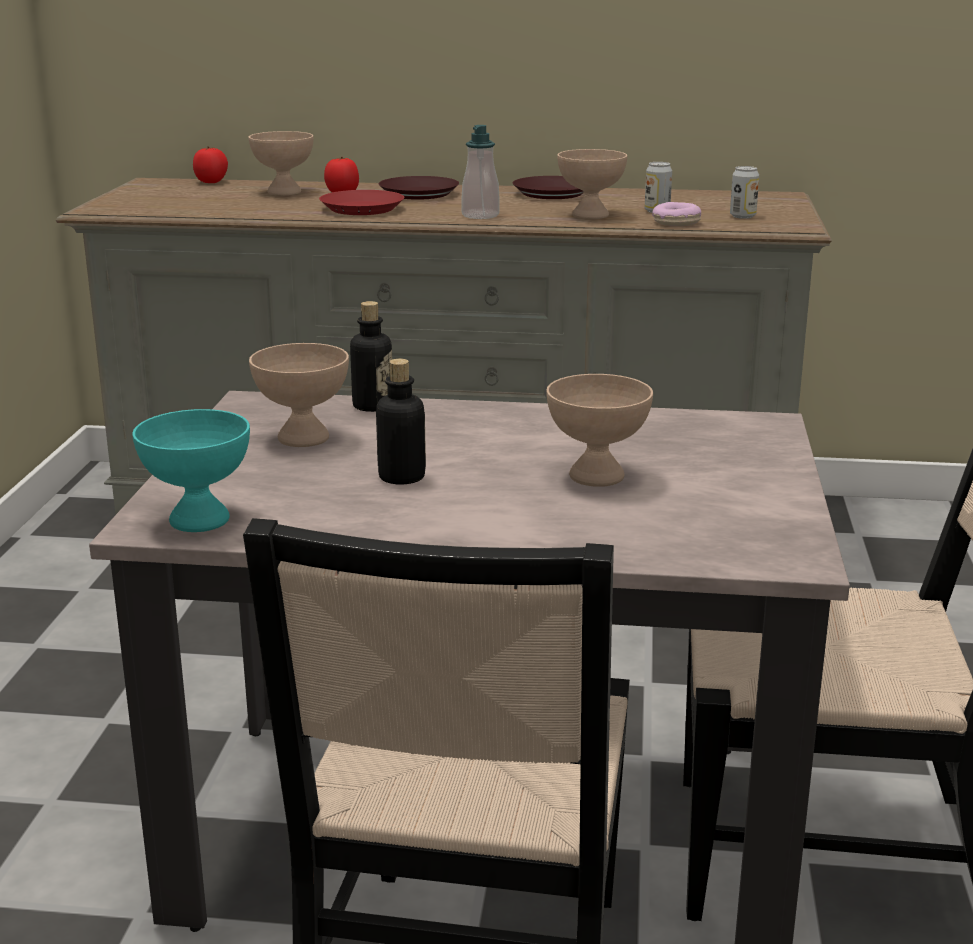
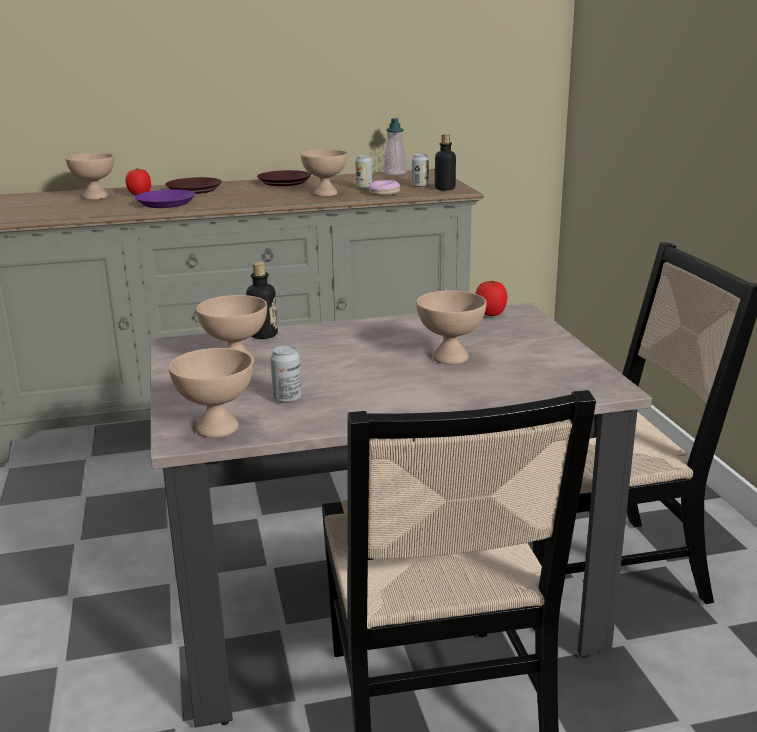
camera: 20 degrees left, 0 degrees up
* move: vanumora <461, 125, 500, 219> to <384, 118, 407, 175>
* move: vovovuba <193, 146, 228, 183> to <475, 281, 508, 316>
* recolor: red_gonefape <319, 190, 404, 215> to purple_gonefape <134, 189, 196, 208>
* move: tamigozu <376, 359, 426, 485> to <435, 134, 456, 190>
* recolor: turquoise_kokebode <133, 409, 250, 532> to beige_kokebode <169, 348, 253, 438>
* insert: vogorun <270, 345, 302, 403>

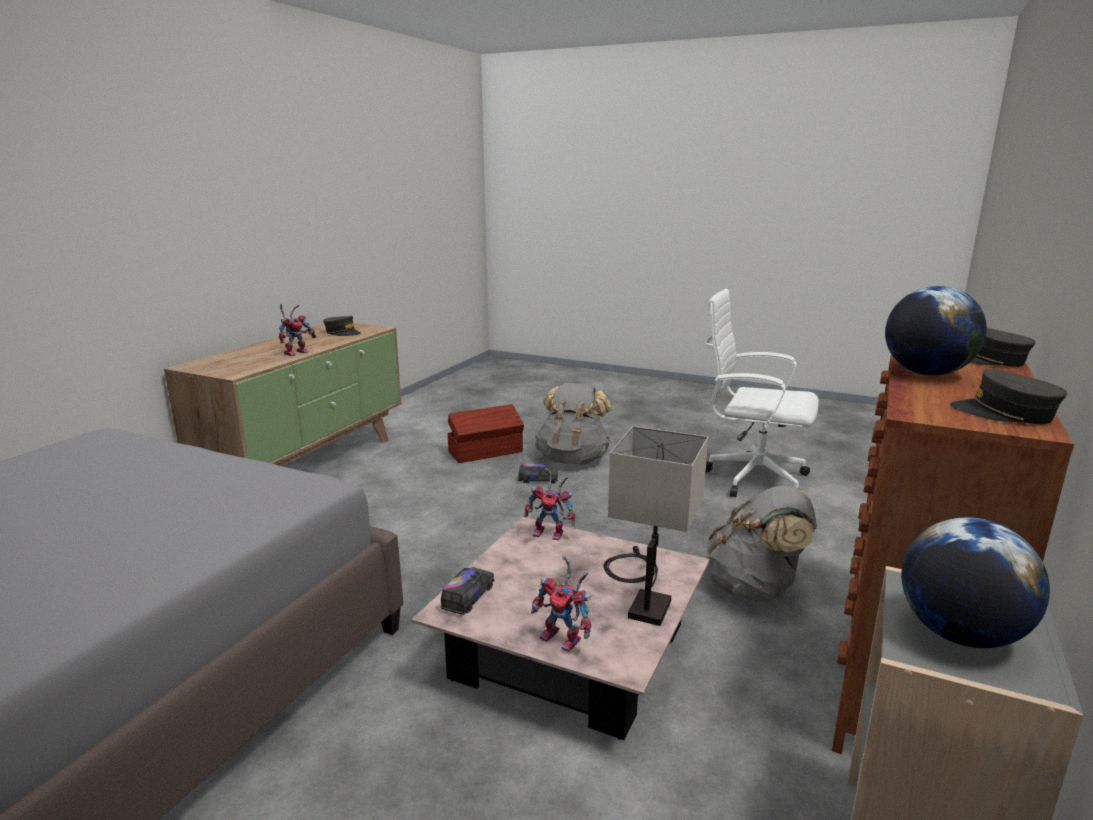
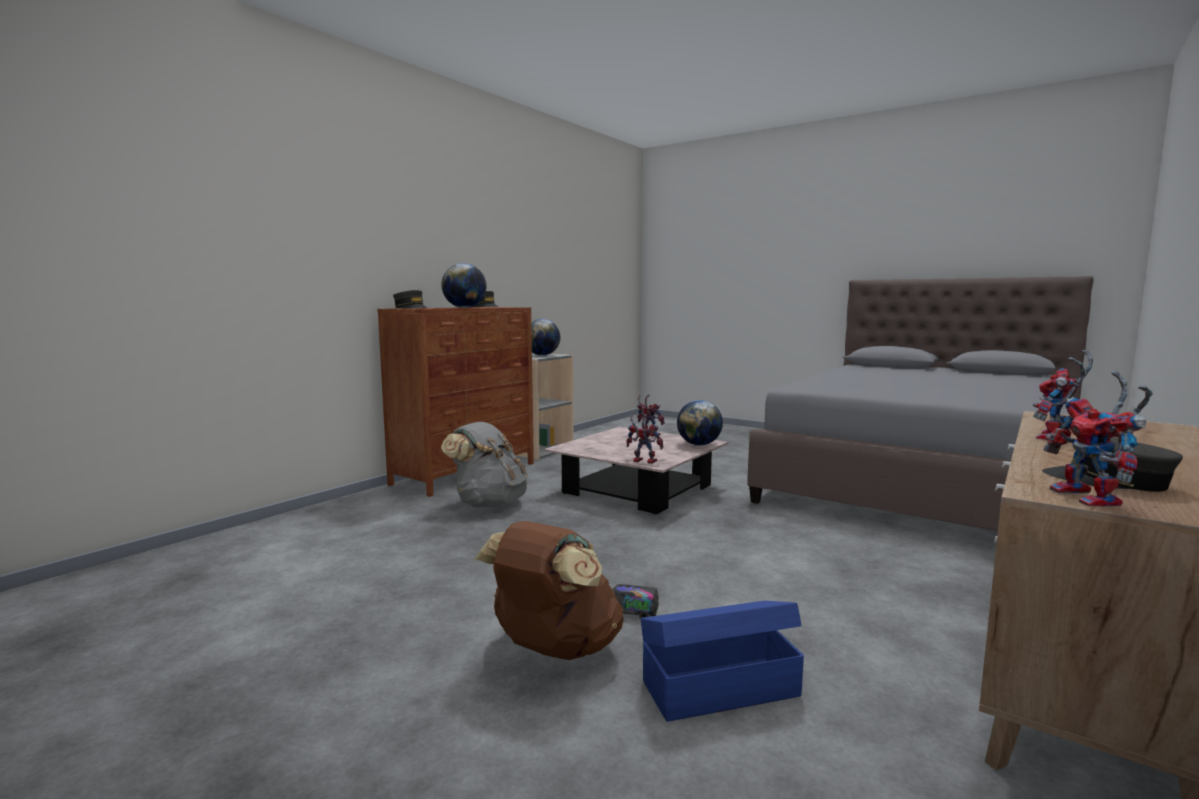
camera: 170 degrees left, 10 degrees down
* delete: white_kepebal <705, 289, 819, 497>
* recolor: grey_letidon <535, 383, 612, 465> to brown_letidon <475, 521, 624, 660>
* recolor: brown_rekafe <448, 404, 524, 463> to blue_rekafe <641, 601, 804, 722>
* delete: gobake <603, 426, 708, 626>
* replace: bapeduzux <441, 567, 495, 615> to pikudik <677, 400, 723, 445>
* insert: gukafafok <1044, 371, 1153, 507>

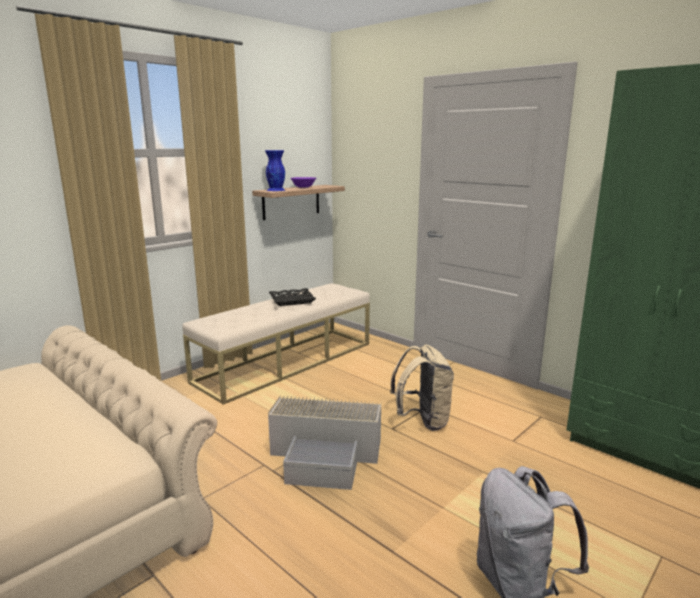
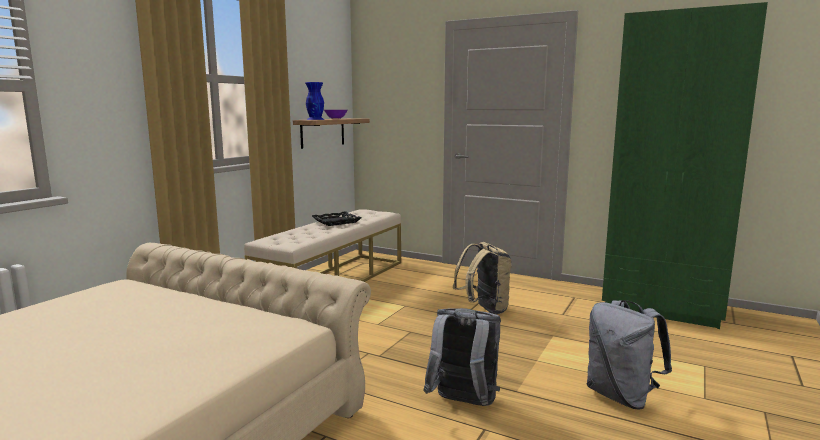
camera: 15 degrees left, 5 degrees down
* delete: grey_rekafe <268, 395, 381, 490>
* insert: grey_letidon <423, 308, 501, 406>

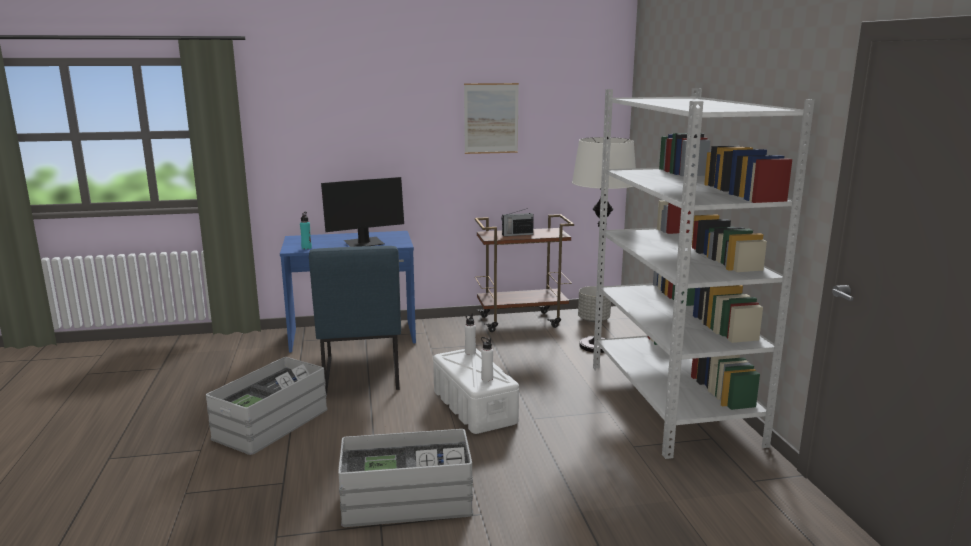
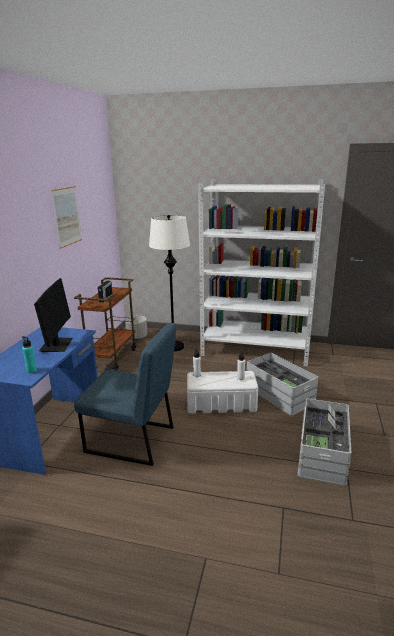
camera: 65 degrees left, 5 degrees up
* move: grey_rekafe <206, 357, 328, 455> to <246, 353, 318, 416>

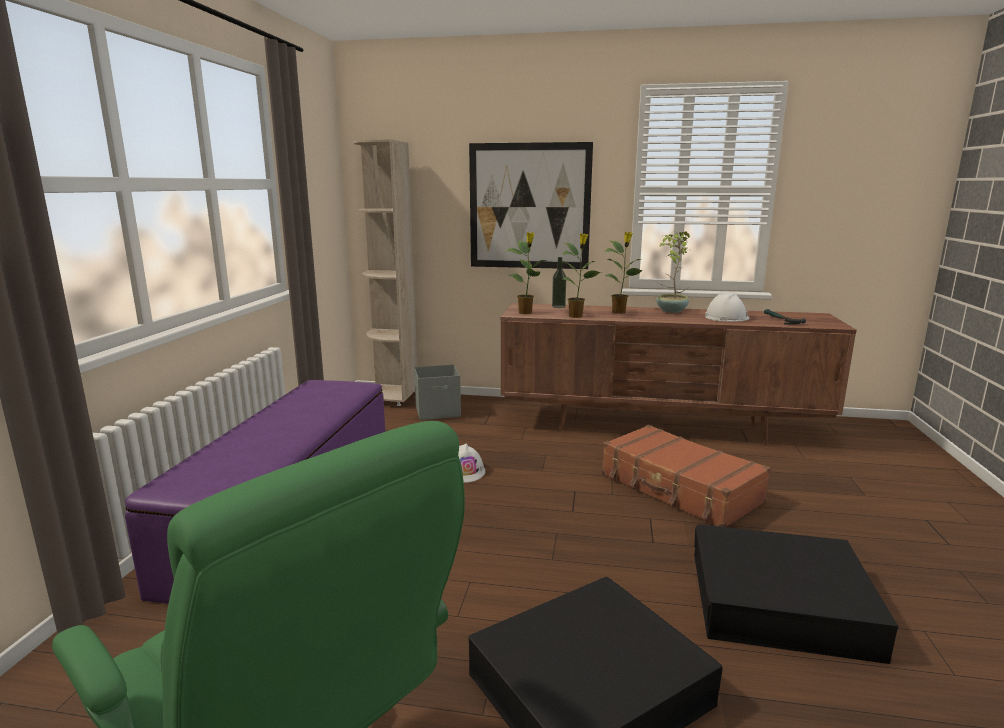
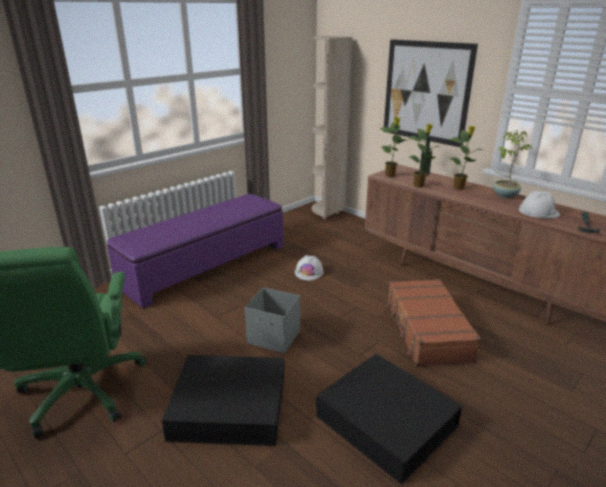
camera: 35 degrees right, 10 degrees up
* move: grey_rekafe <414, 364, 461, 420> to <245, 287, 300, 354>

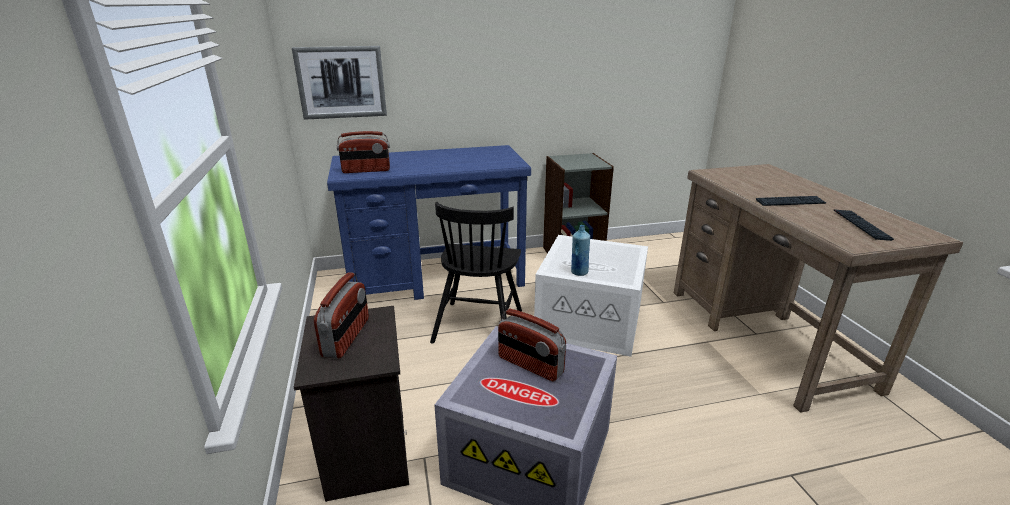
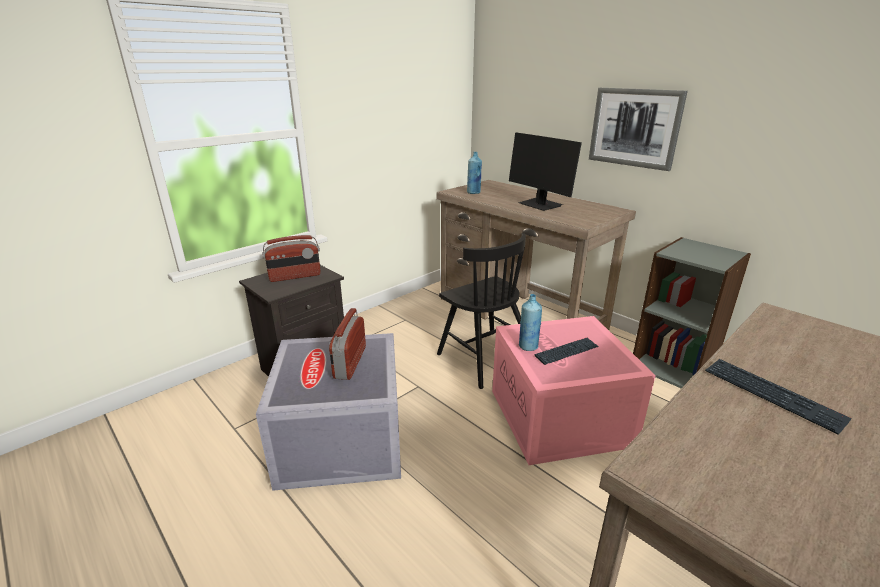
camera: 60 degrees right, 0 degrees up
* move: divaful <292, 46, 387, 120> to <589, 88, 688, 171>
* replace: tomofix <337, 131, 390, 173> to blue_tamigozu <467, 152, 482, 194>
* recolor: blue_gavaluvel <327, 145, 531, 300> to brown_gavaluvel <437, 180, 636, 330>
* rotate: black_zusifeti <430, 202, 522, 344> = <437, 233, 526, 389> 105 degrees counterclockwise
* move: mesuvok <834, 209, 894, 241> to <535, 338, 599, 365>
* recolor: white_rekafe <534, 235, 648, 357> to pink_rekafe <492, 316, 656, 465>
* insert: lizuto <509, 132, 582, 211>

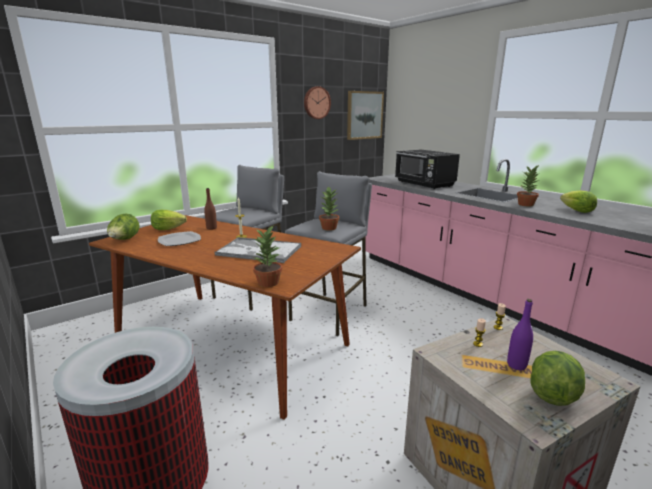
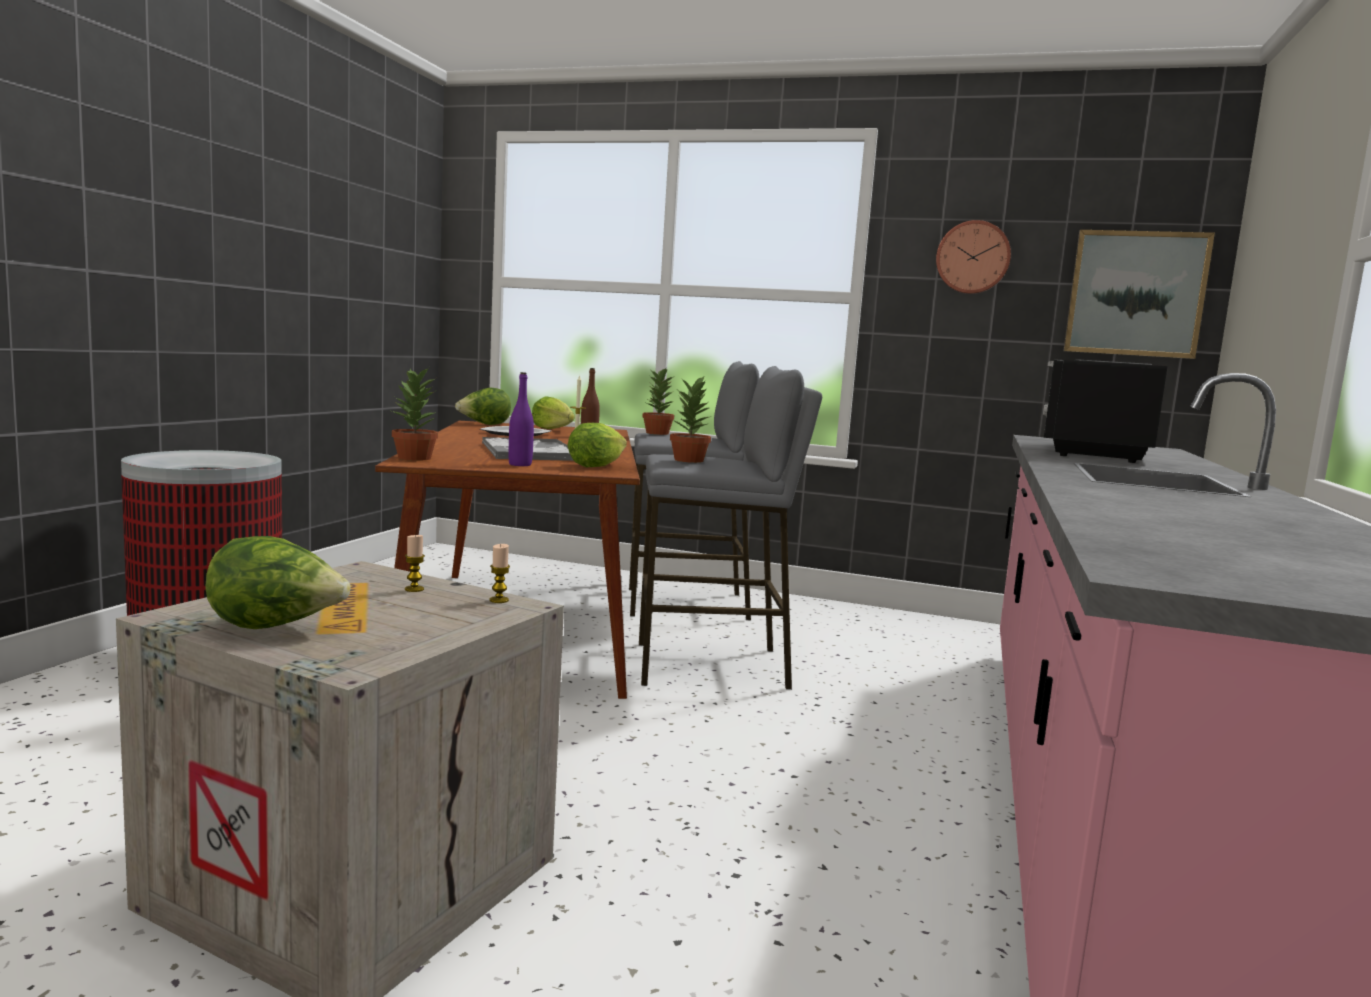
camera: 55 degrees right, 10 degrees down
* move: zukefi <517, 165, 539, 207> to <643, 368, 674, 435>
* move: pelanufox <560, 190, 597, 213> to <567, 423, 627, 467>
* move: purple_tamigozu <507, 299, 533, 370> to <509, 372, 534, 466>

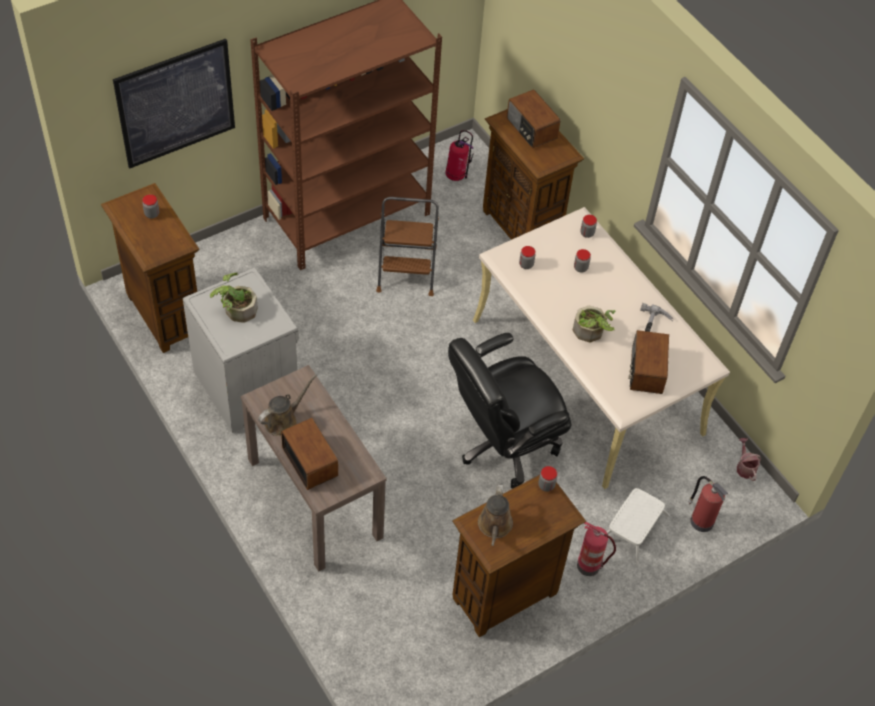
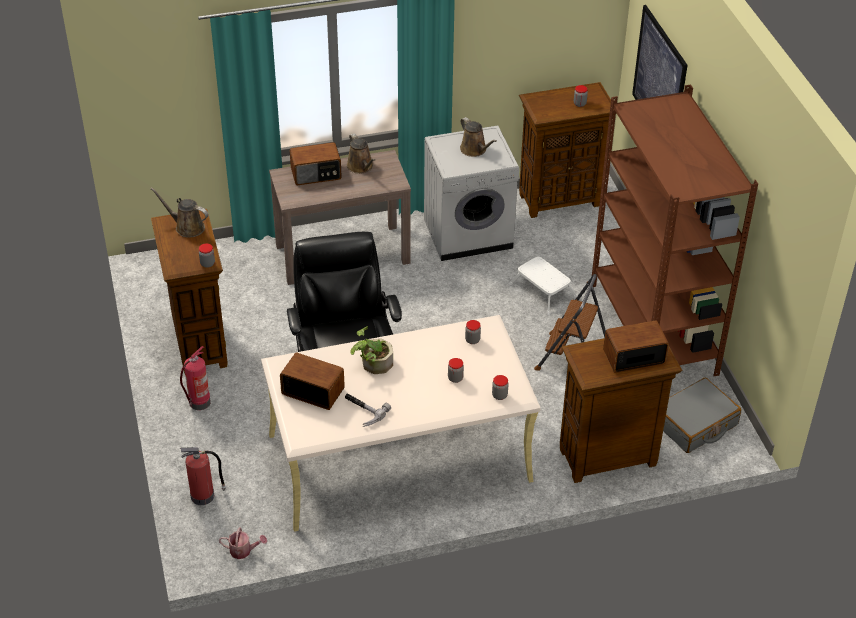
camera: 110 degrees right, 10 degrees down
* replace: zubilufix <445, 130, 474, 181> to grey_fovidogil <663, 378, 741, 453>
* replace: zukefi <210, 272, 257, 323> to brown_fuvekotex <460, 117, 497, 157>
* move: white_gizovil <607, 488, 670, 565> to <509, 257, 577, 315>

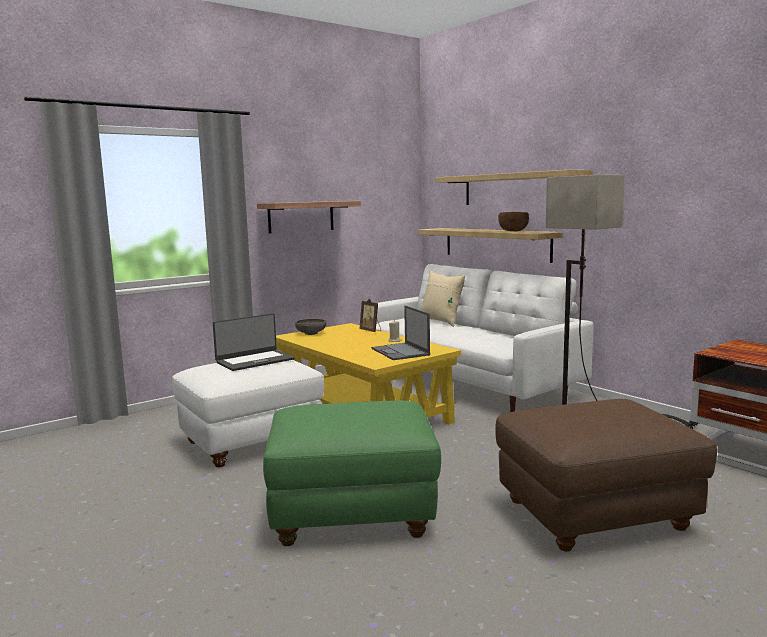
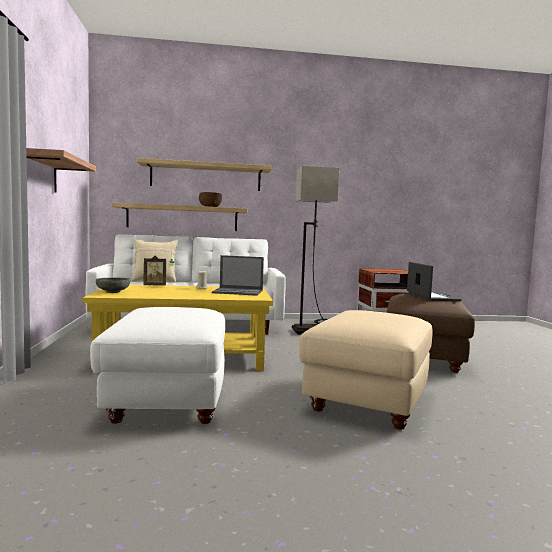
camera: 60 degrees left, 5 degrees down
* move: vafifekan <213, 313, 295, 371> to <407, 262, 462, 301>
* recolor: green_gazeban <263, 401, 441, 546> to beige_gazeban <299, 310, 433, 430>

